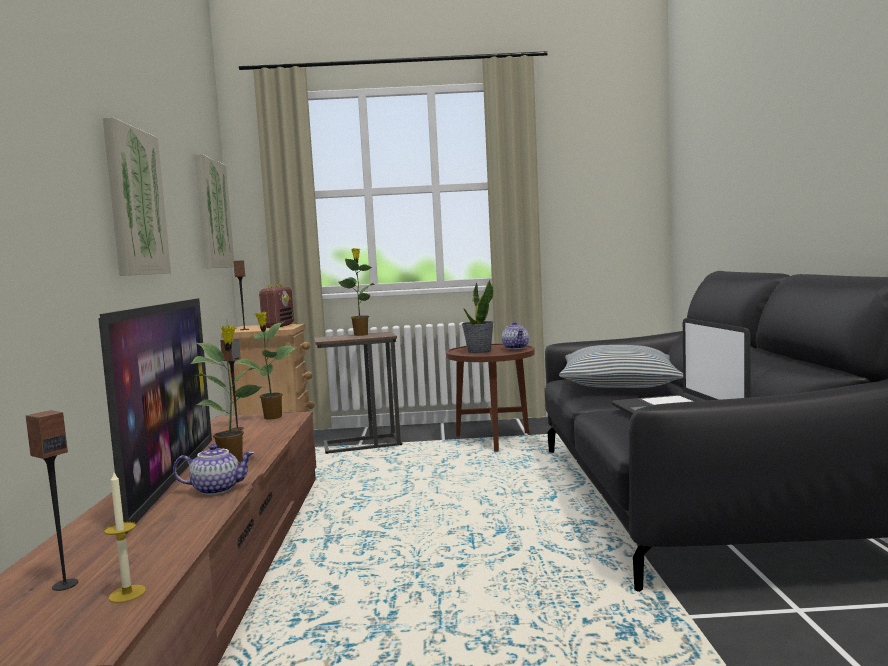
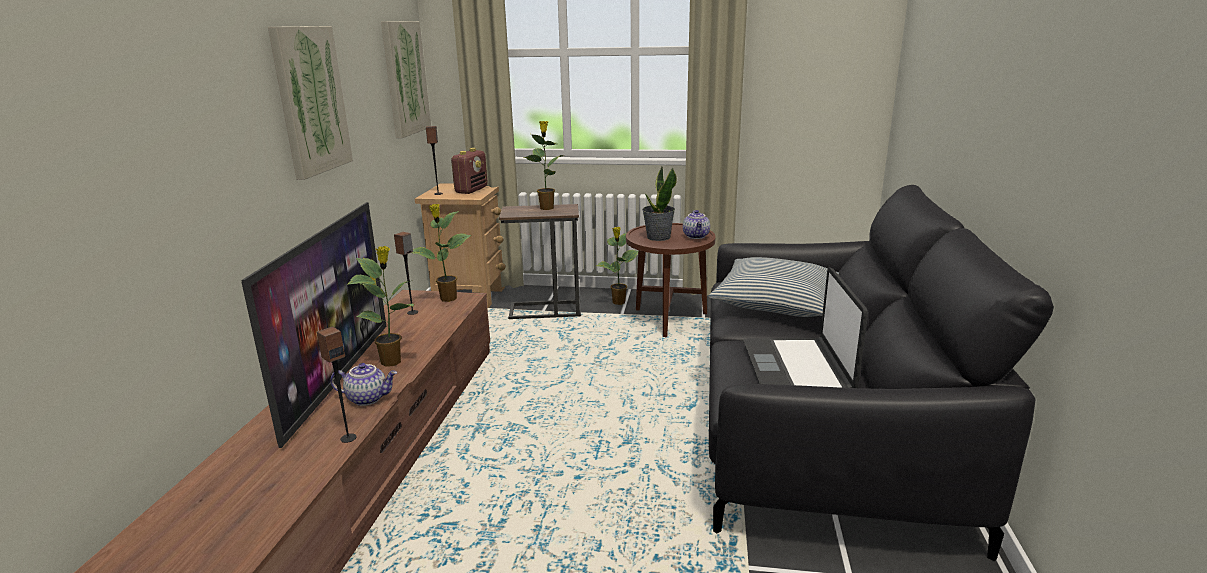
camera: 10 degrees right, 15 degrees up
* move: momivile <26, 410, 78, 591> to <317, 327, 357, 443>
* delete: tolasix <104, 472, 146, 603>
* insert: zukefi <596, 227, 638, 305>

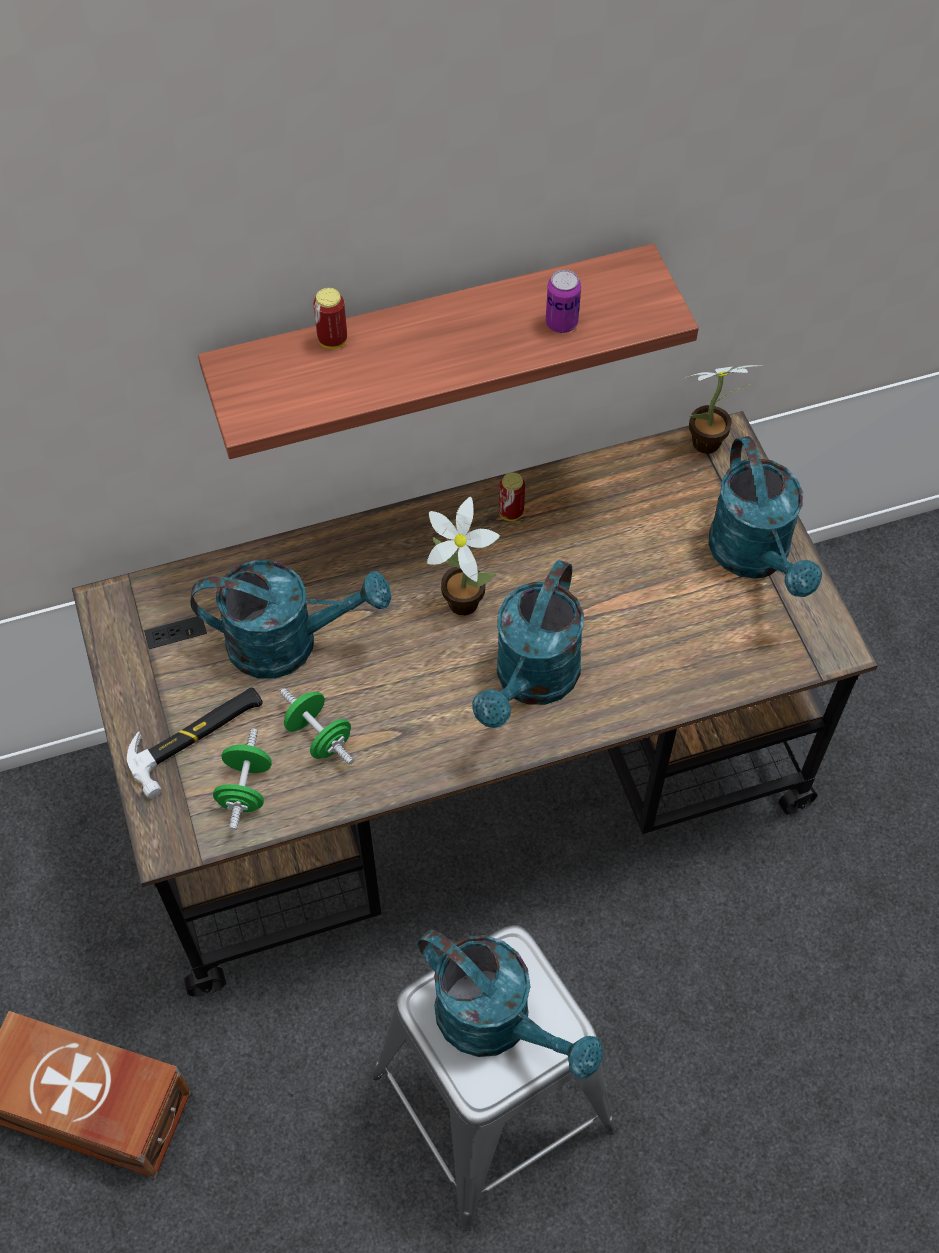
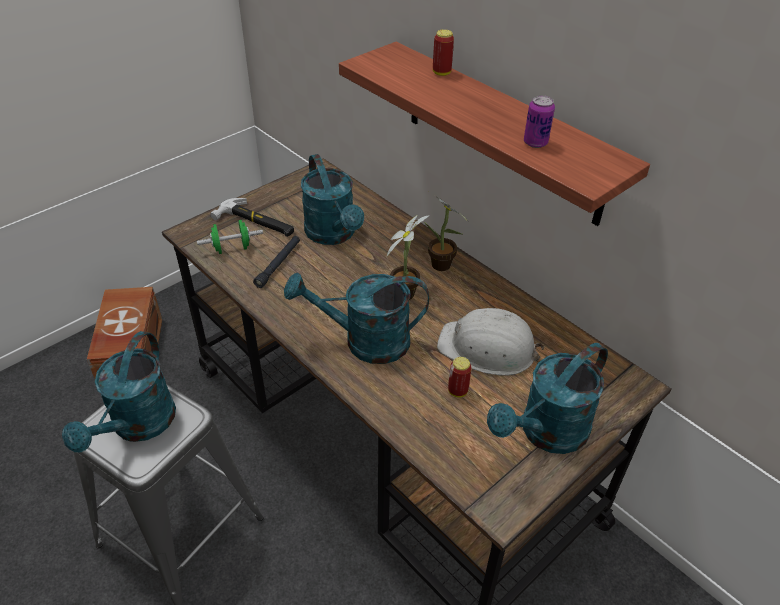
camera: 65 degrees right, 15 degrees down
* move: zukefi <682, 365, 760, 454> to <424, 190, 469, 271>
* move: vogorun <499, 473, 525, 521> to <448, 357, 472, 398>
* replace: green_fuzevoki <280, 688, 354, 764> to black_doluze <253, 236, 300, 288>
* insert: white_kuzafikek <437, 308, 545, 376>

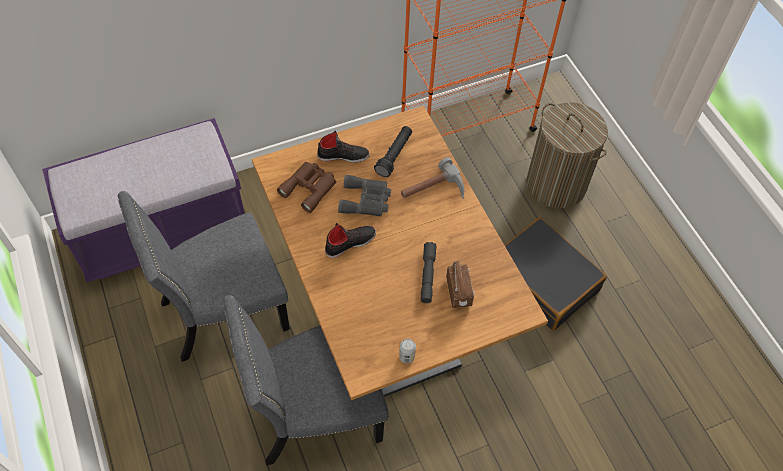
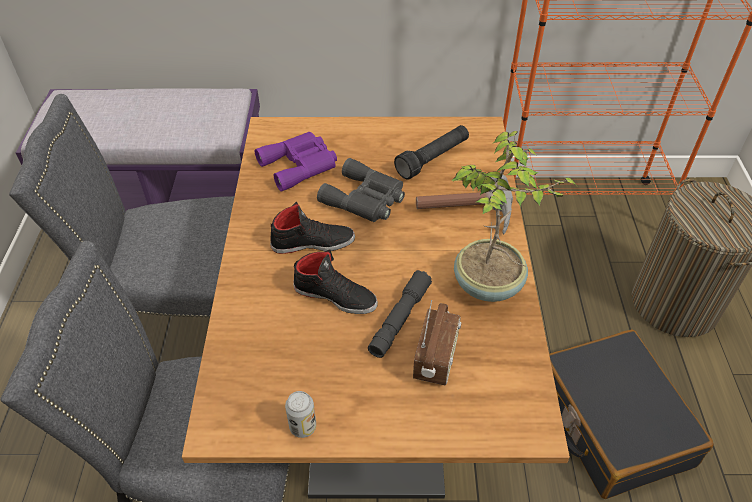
camera: 25 degrees right, 10 degrees down
* move: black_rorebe <317, 131, 370, 163> to <293, 249, 378, 314>
* recolor: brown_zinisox <277, 162, 336, 213> to purple_zinisox <255, 132, 337, 192>
* insert: zukefi <451, 131, 578, 302>

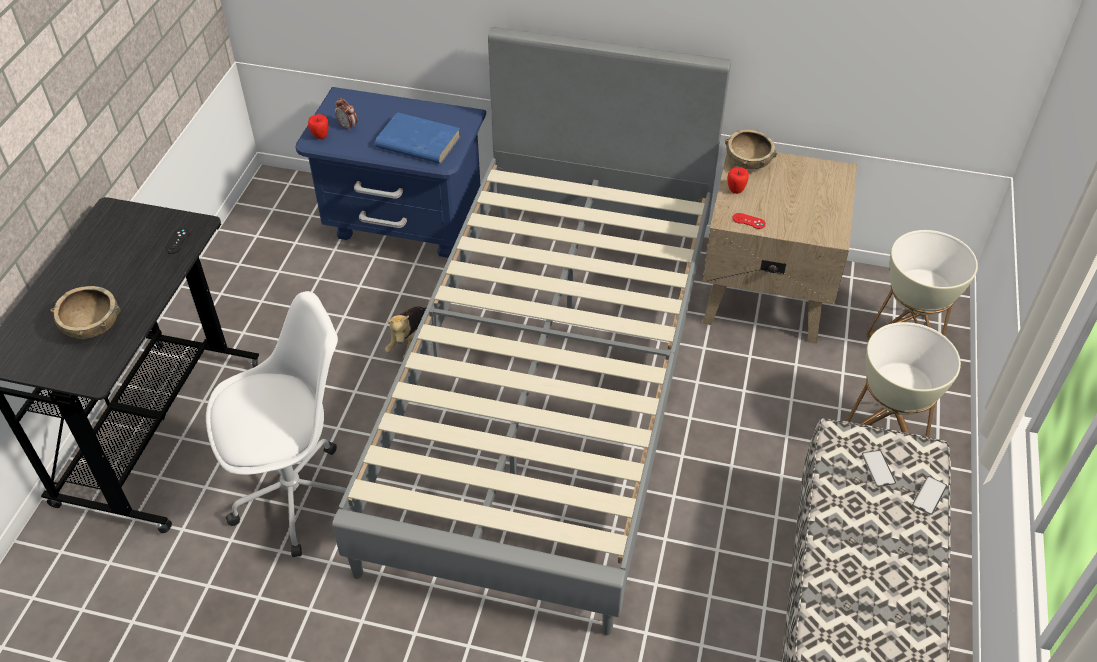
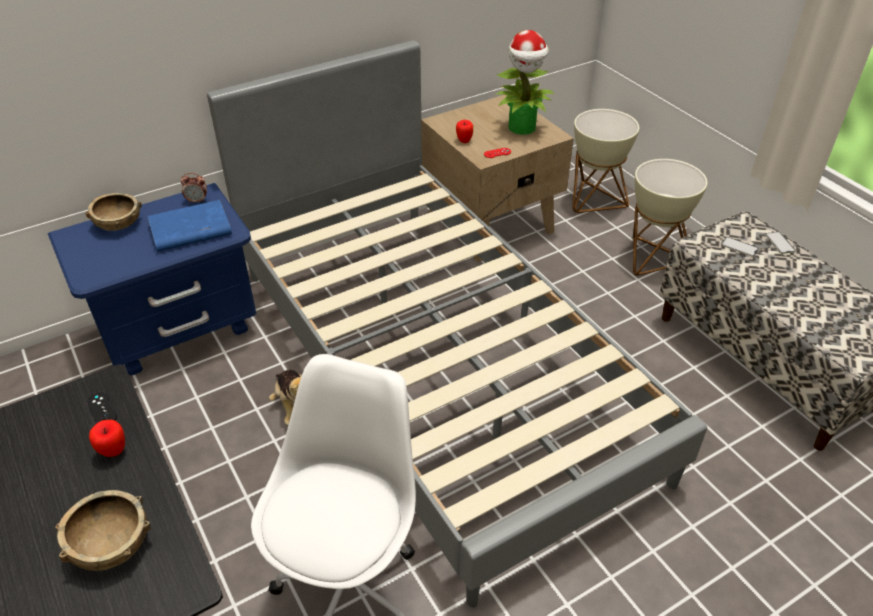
camera: 45 degrees left, 5 degrees down
* move: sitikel <335, 98, 357, 131> to <181, 173, 207, 203>
* move: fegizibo <308, 114, 328, 139> to <89, 420, 125, 457>
* move: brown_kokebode <725, 130, 777, 170> to <85, 193, 142, 231>
* insert: zukefi <494, 30, 554, 135>

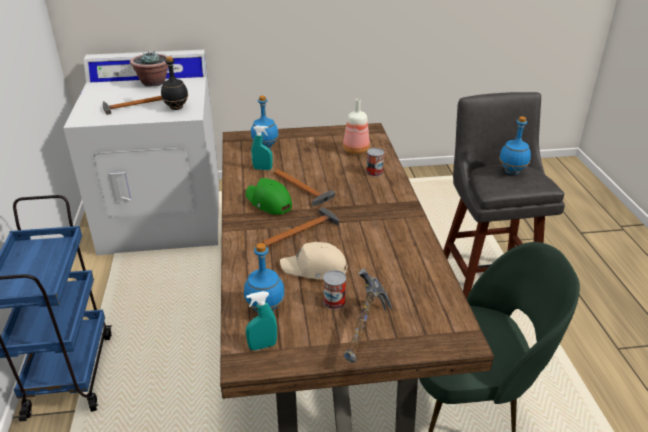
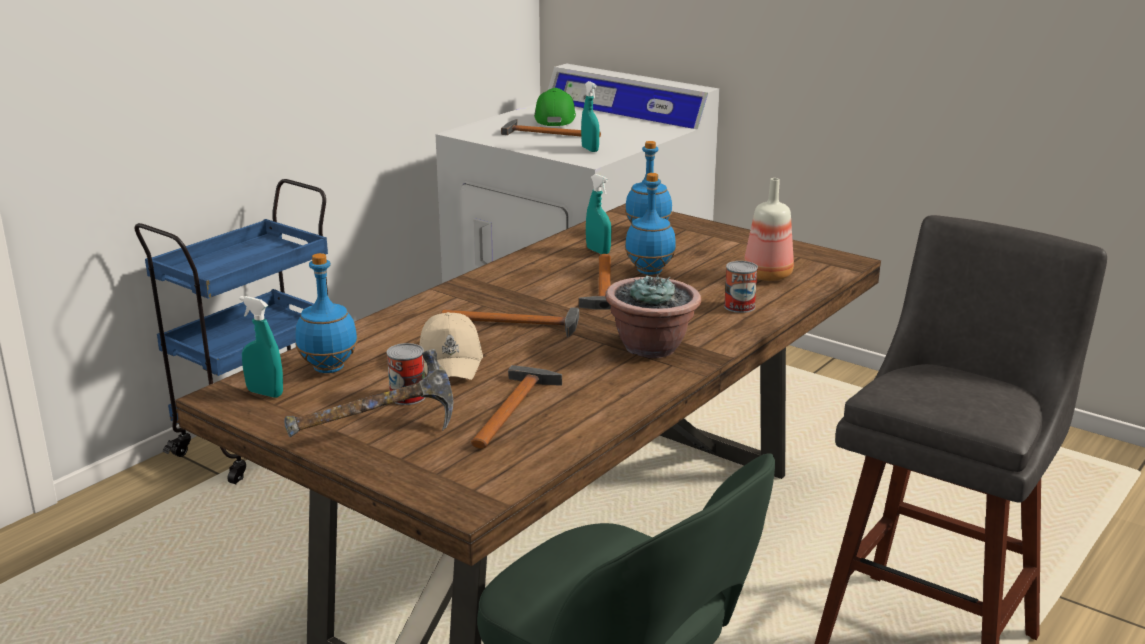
camera: 45 degrees right, 10 degrees down
* move: zukefi <130, 51, 168, 87> to <605, 273, 701, 358>
* replace: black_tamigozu <161, 57, 188, 110> to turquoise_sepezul <581, 81, 599, 152>
* move: blue_tamigozu <499, 116, 531, 175> to <625, 173, 676, 275>
* move: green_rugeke <246, 178, 292, 215> to <534, 88, 576, 126>
* rotate: beige_rugeke <280, 242, 348, 279> = <420, 312, 483, 380> 150 degrees counterclockwise
* insert: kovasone <471, 365, 563, 449>

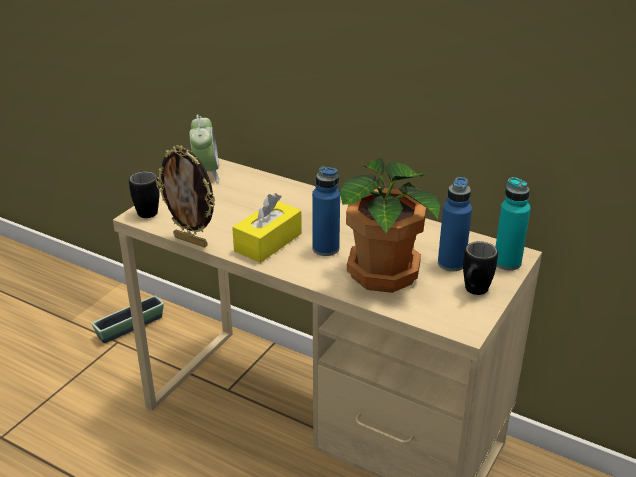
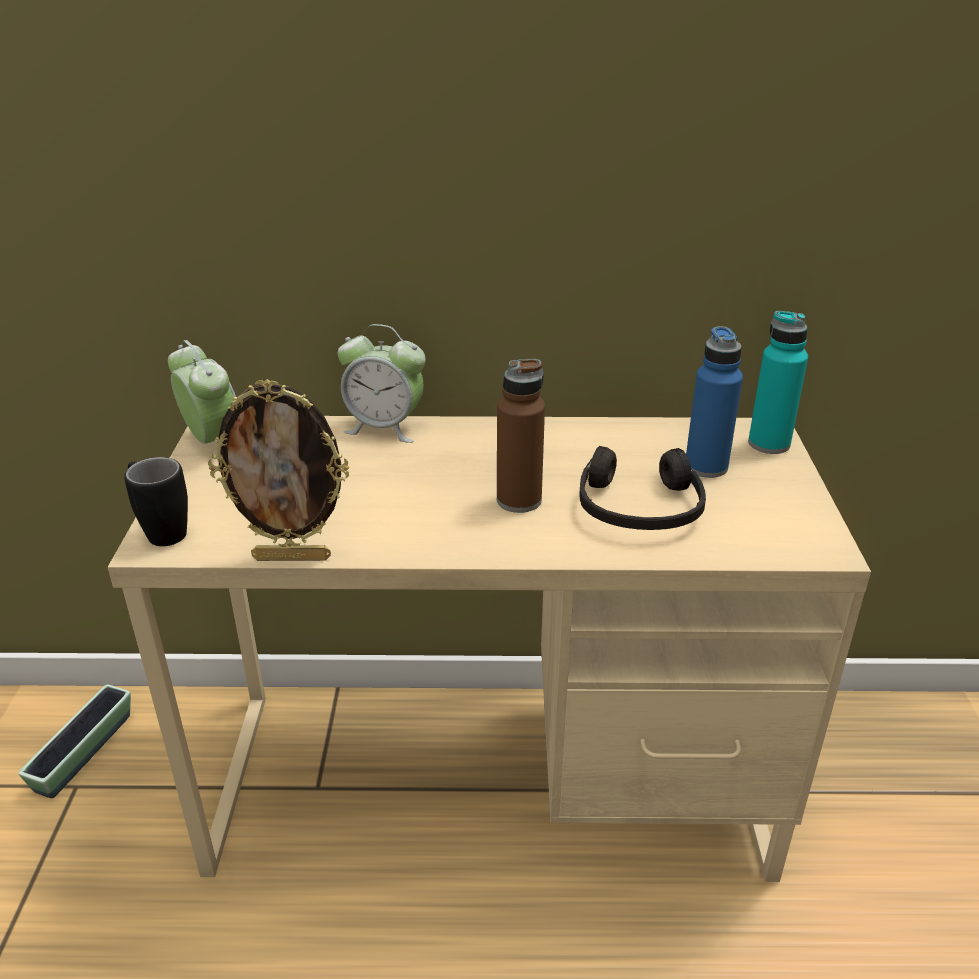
camera: 30 degrees left, 0 degrees up
* replace: zukefi <339, 158, 440, 293> to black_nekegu <579, 446, 706, 530>
* recolor: blue_tamigozu <312, 166, 340, 256> to brown_tamigozu <497, 359, 545, 513>
* delete: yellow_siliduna <232, 193, 302, 263>
* delete: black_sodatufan <463, 241, 498, 295>
* insert: sitikel <338, 324, 426, 443>

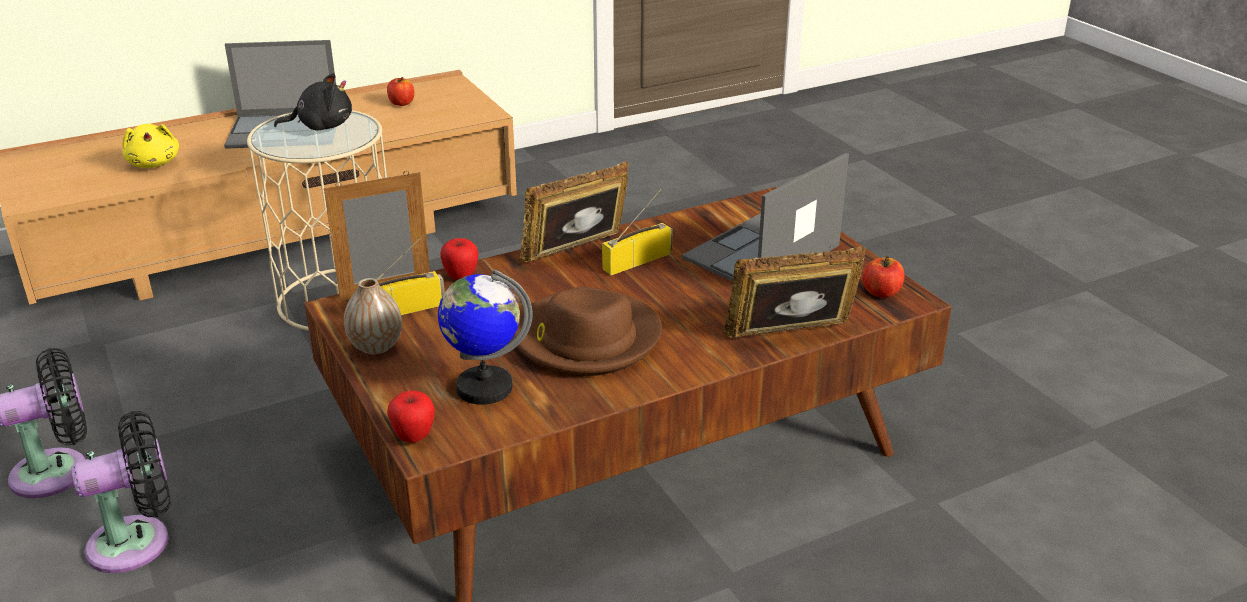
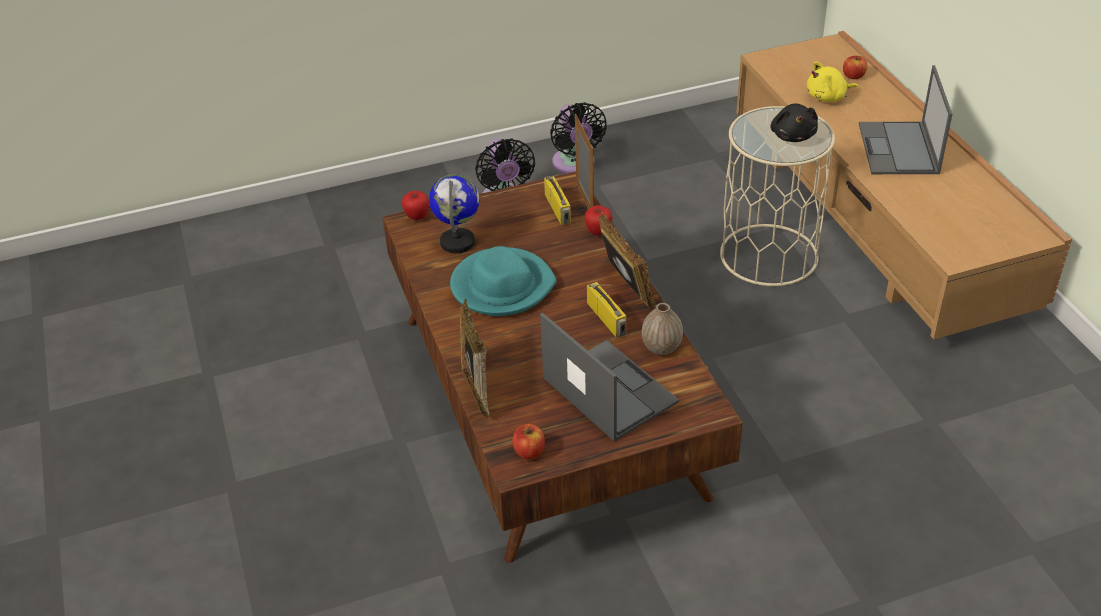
camera: 100 degrees right, 10 degrees up
* move: fegizibo <387, 77, 414, 106> to <843, 56, 867, 79>
* move: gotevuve <344, 278, 402, 355> to <642, 303, 683, 355>
* recolor: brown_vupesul <513, 286, 662, 376> to turquoise_vupesul <450, 246, 557, 316>

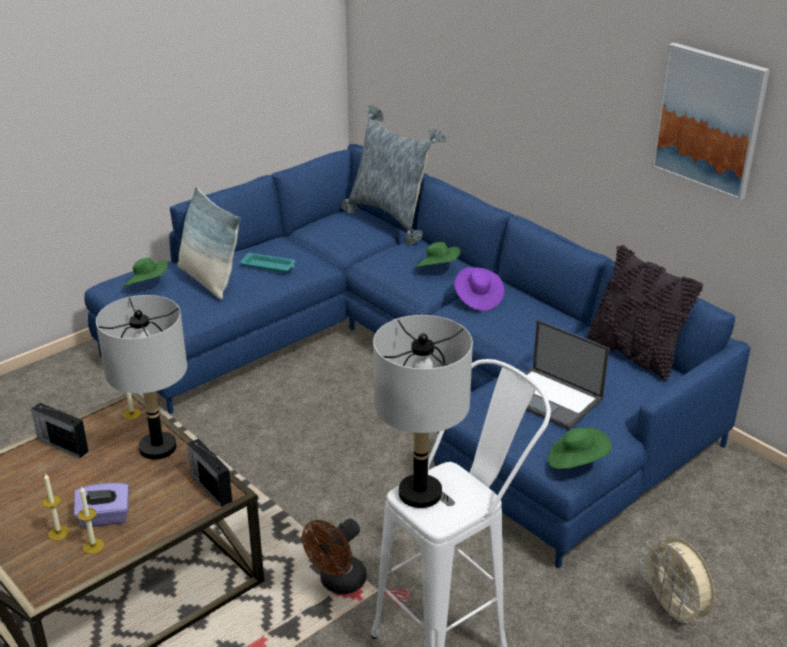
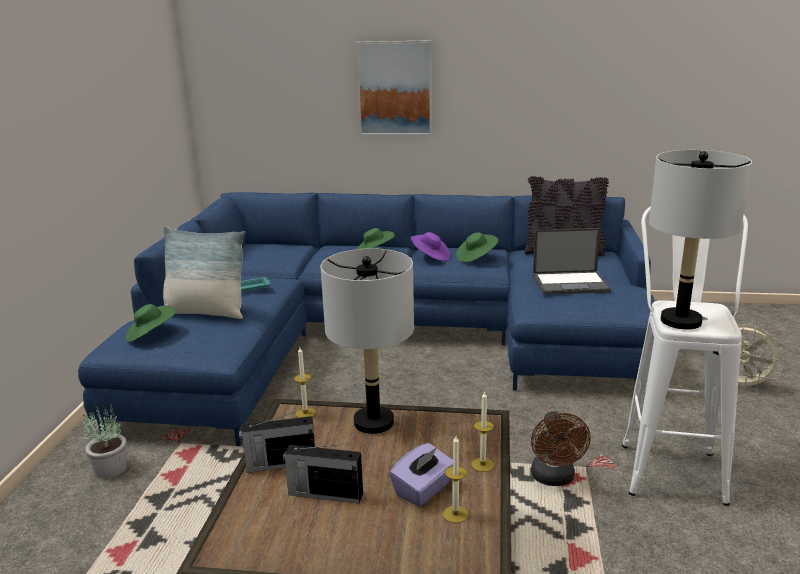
camera: 40 degrees left, 10 degrees down
* move: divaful <651, 43, 770, 200> to <356, 40, 432, 135>
* delete: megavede <339, 105, 446, 245>
* move: green_vupesul <548, 428, 612, 469> to <456, 232, 499, 262>
* move: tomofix <187, 439, 232, 507> to <283, 443, 363, 503>
* move: tolasix <42, 473, 69, 541> to <471, 391, 494, 472>
* insert: zukefi <83, 405, 127, 478>

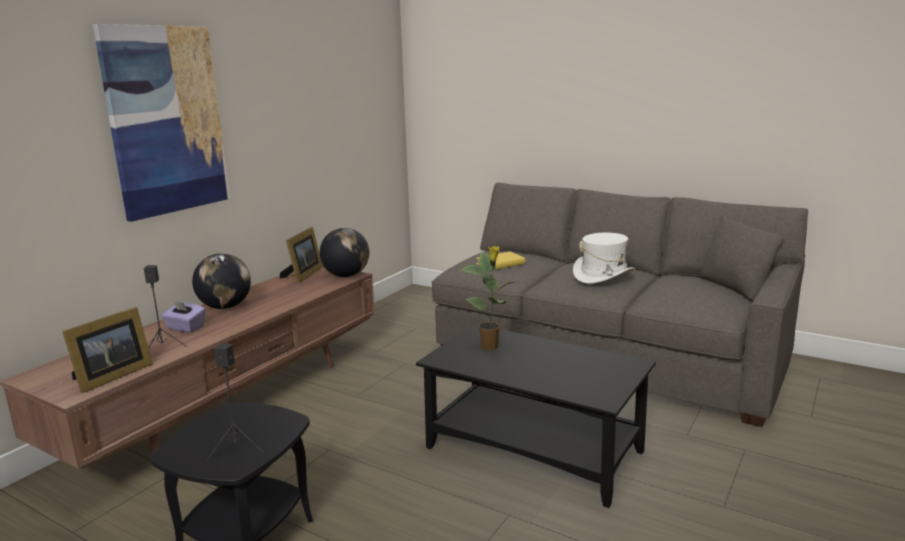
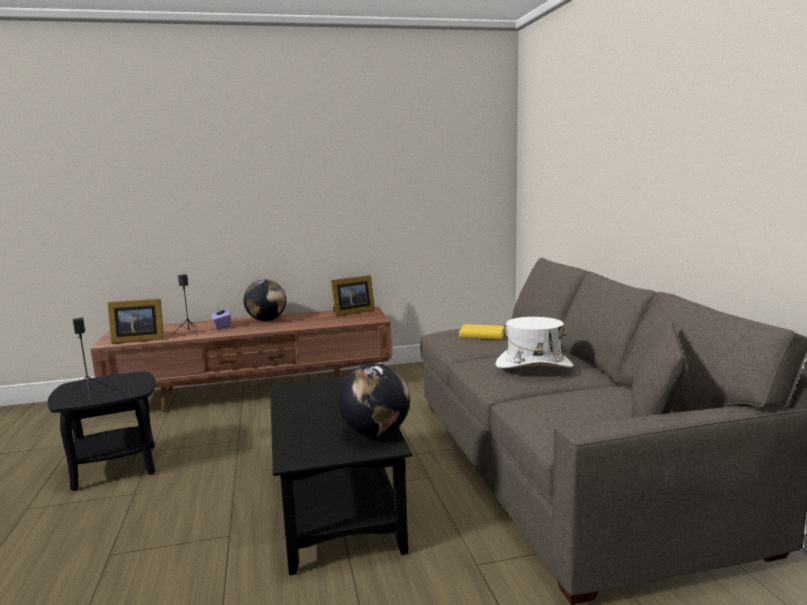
camera: 45 degrees right, 5 degrees down
* delete: divaful <93, 24, 230, 222>
* move: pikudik <320, 228, 369, 277> to <338, 363, 410, 436>
* delete: zukefi <459, 246, 519, 350>

